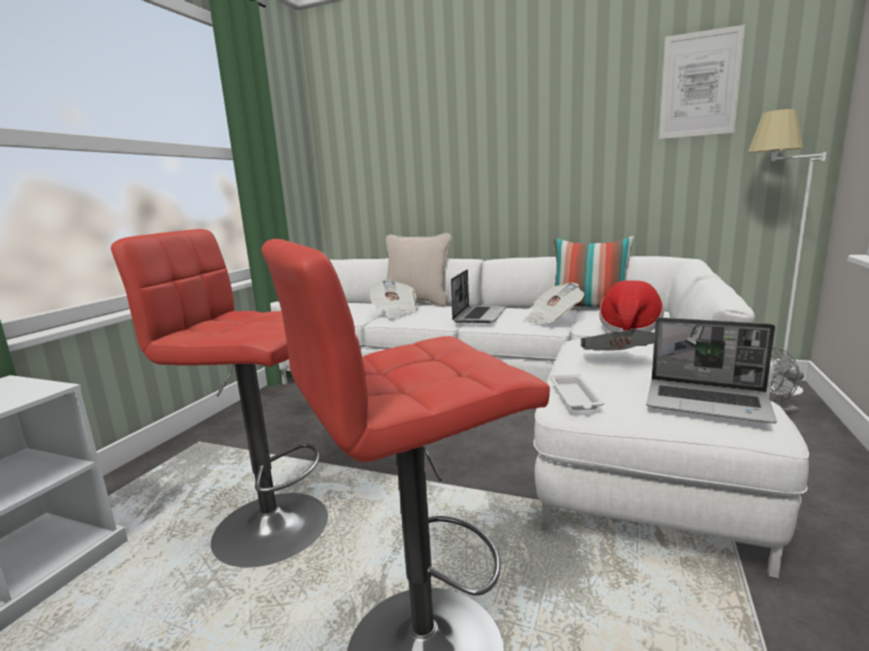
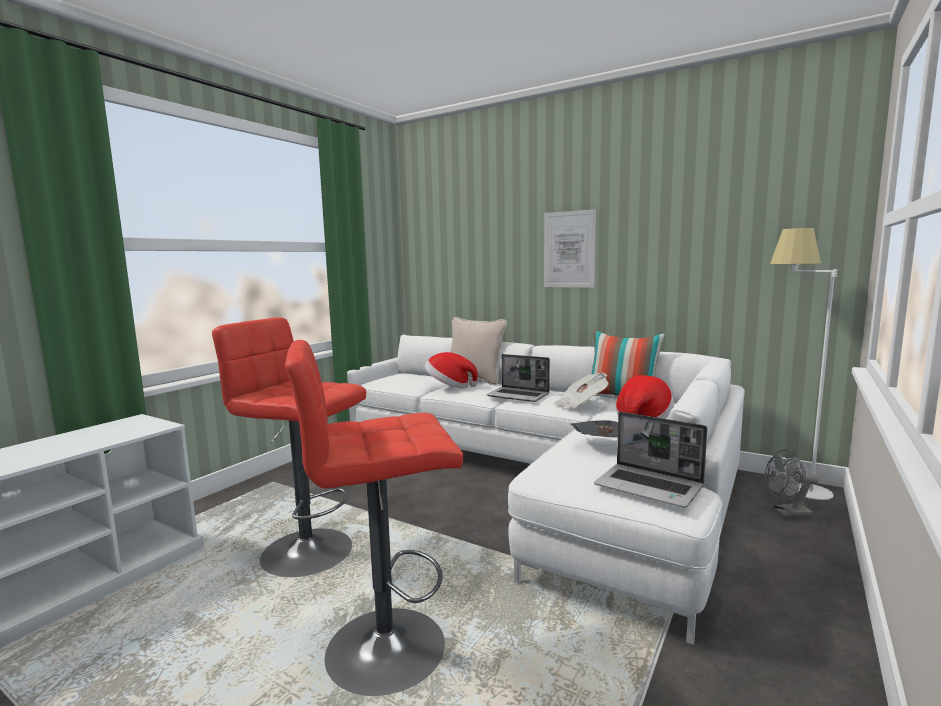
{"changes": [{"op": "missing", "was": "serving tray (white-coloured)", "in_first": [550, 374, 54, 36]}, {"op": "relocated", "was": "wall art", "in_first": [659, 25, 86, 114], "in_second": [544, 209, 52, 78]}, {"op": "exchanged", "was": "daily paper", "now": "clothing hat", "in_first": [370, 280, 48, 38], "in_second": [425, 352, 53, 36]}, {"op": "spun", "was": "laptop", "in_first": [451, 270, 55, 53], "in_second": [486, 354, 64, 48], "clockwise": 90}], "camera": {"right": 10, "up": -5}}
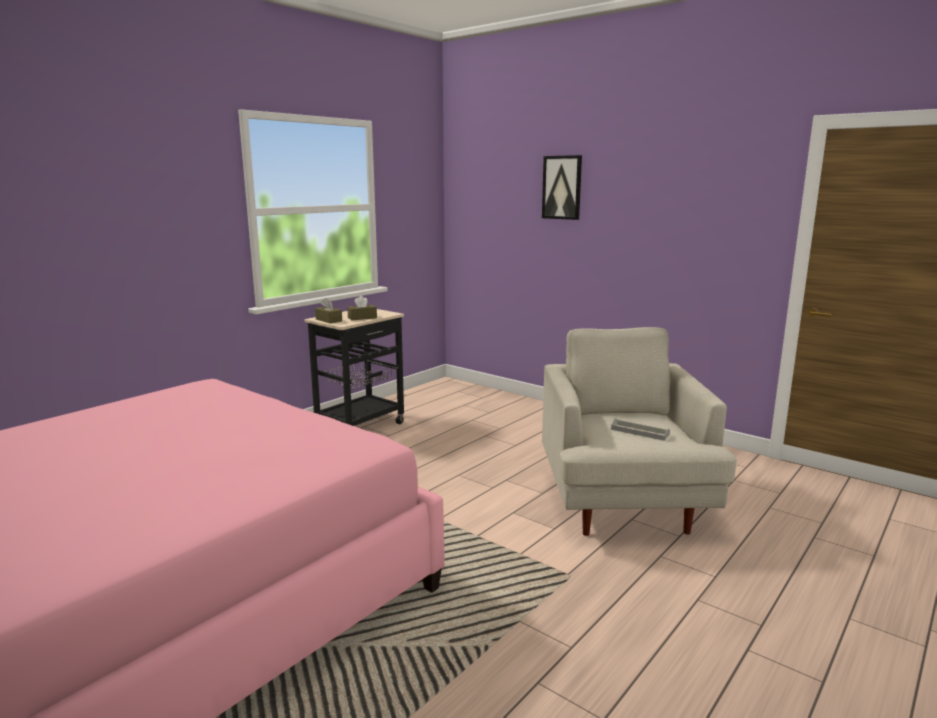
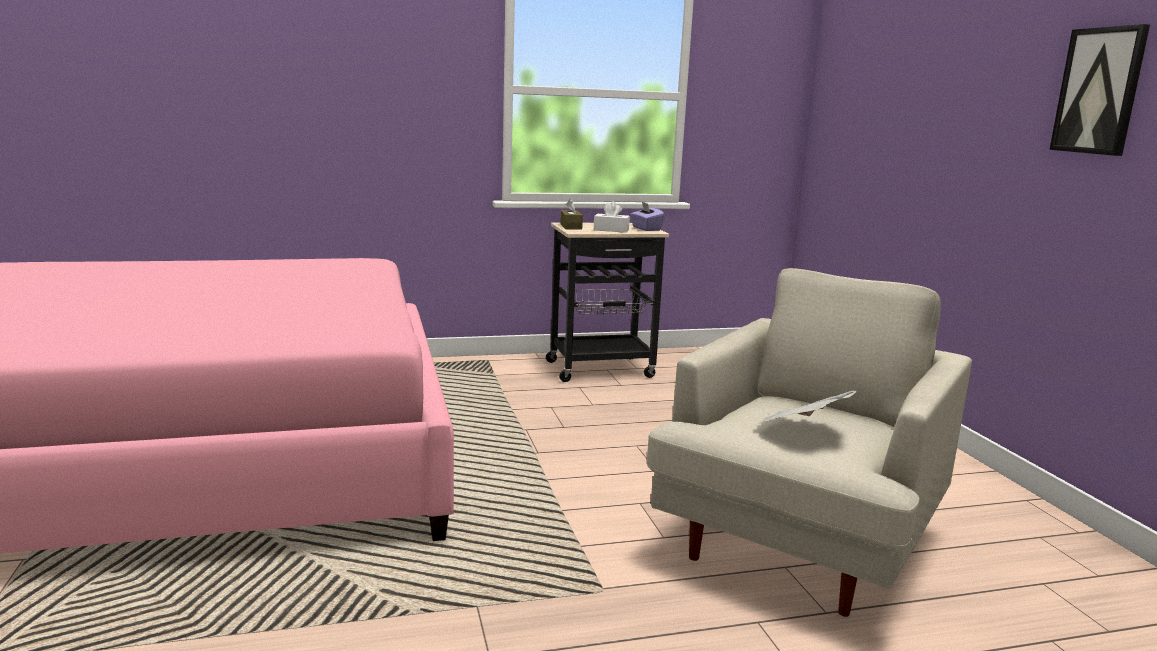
{"changes": [{"op": "appeared", "now": "box of tissues (purple-coloured)", "in_second": [630, 202, 35, 29]}, {"op": "relocated", "was": "wall art", "in_first": [542, 155, 40, 65], "in_second": [1049, 24, 101, 132]}, {"op": "exchanged", "was": "serving tray (greyish)", "now": "daily paper", "in_first": [611, 418, 59, 23], "in_second": [755, 390, 101, 35]}, {"op": "colour", "was": "box of tissues (brown)", "now": "box of tissues (white-coloured)", "in_first": [347, 296, 30, 24], "in_second": [594, 201, 36, 32]}], "camera": {"right": 35, "up": 0}}
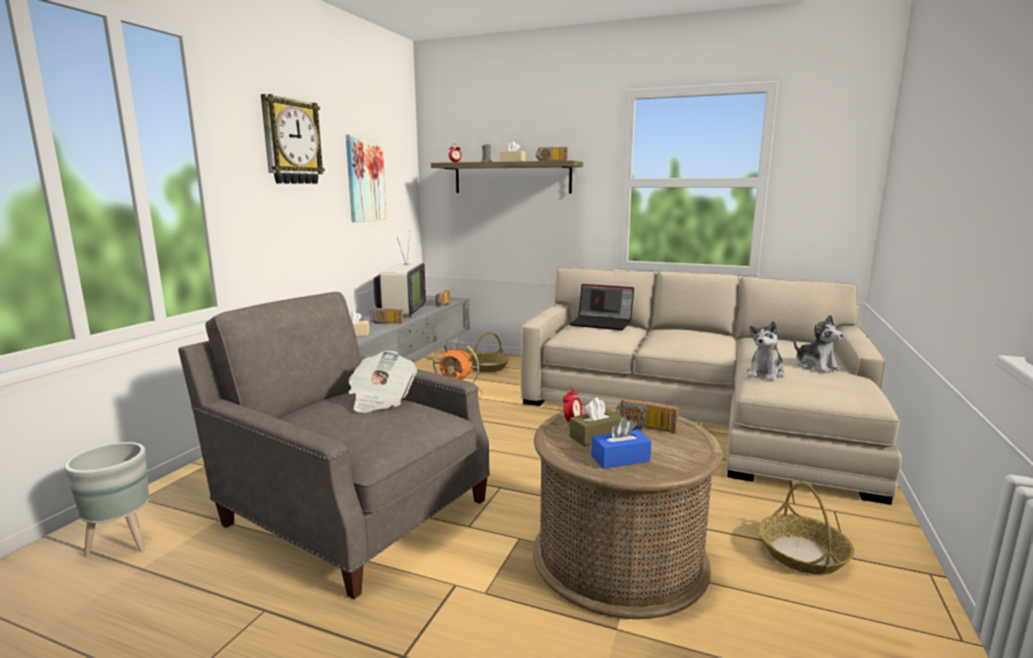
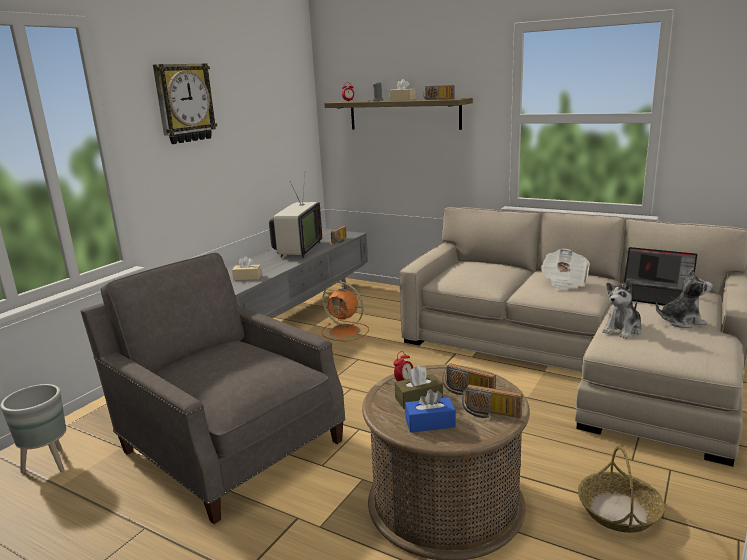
{"changes": [{"op": "missing", "was": "wall art", "in_first": [346, 134, 41, 88]}, {"op": "missing", "was": "household basket", "in_first": [470, 332, 39, 40]}, {"op": "relocated", "was": "daily paper", "in_first": [348, 351, 69, 62], "in_second": [541, 249, 49, 41]}, {"op": "relocated", "was": "radio", "in_first": [371, 308, 32, 16], "in_second": [462, 384, 61, 34]}, {"op": "relocated", "was": "laptop", "in_first": [569, 284, 65, 46], "in_second": [624, 247, 73, 59]}, {"op": "spun", "was": "cuddly toy", "in_first": [794, 315, 50, 58], "in_second": [656, 269, 57, 59], "clockwise": -75}], "camera": {"right": 10, "up": 5}}
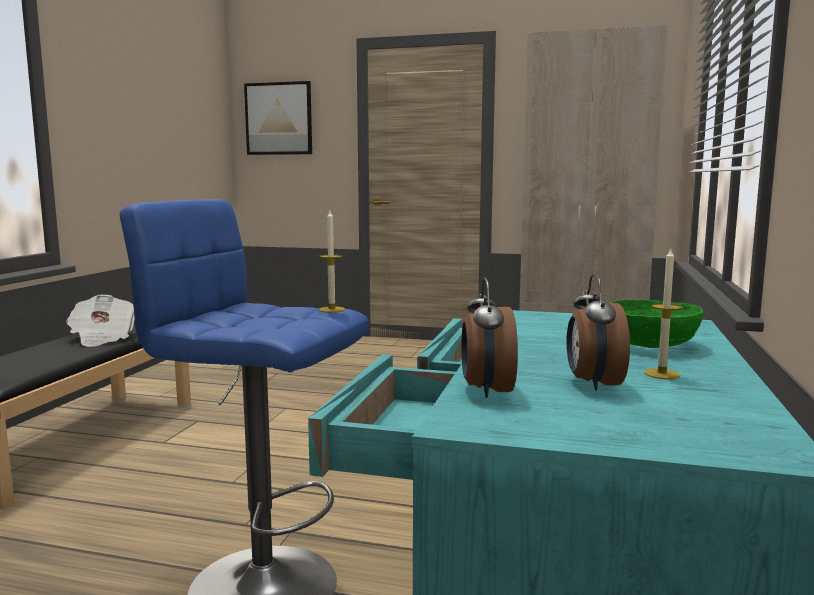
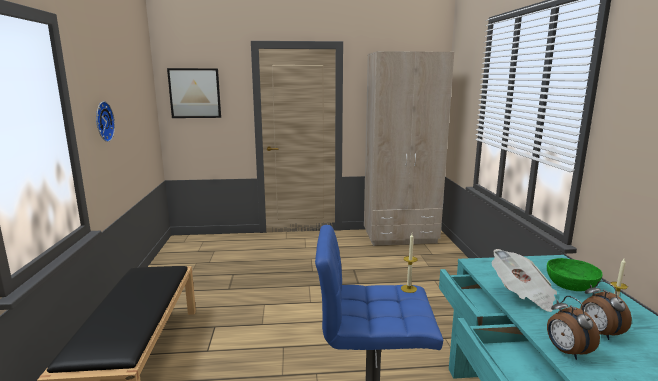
{"changes": [{"op": "appeared", "now": "hanging clock", "in_second": [96, 101, 19, 41]}, {"op": "relocated", "was": "daily paper", "in_first": [66, 295, 69, 52], "in_second": [491, 249, 66, 63]}], "camera": {"right": -20, "up": 5}}
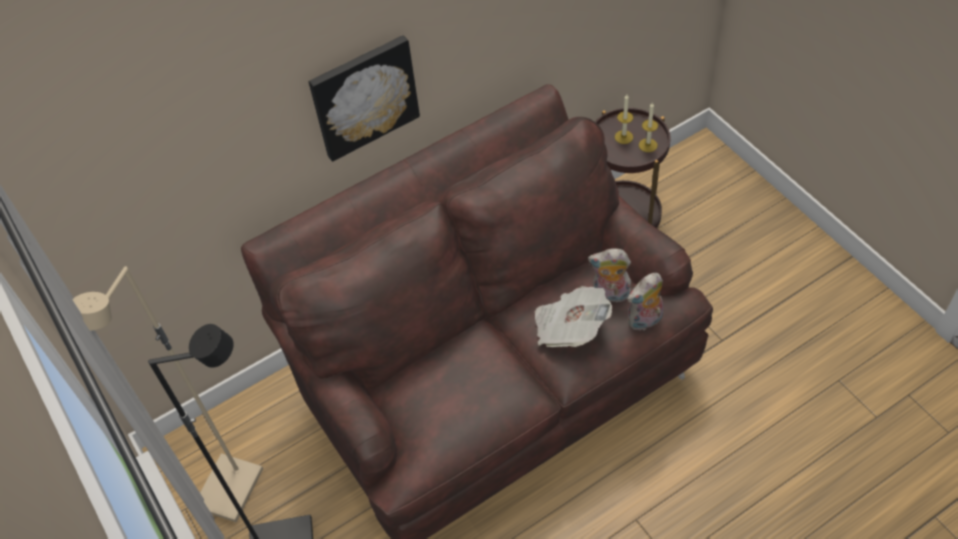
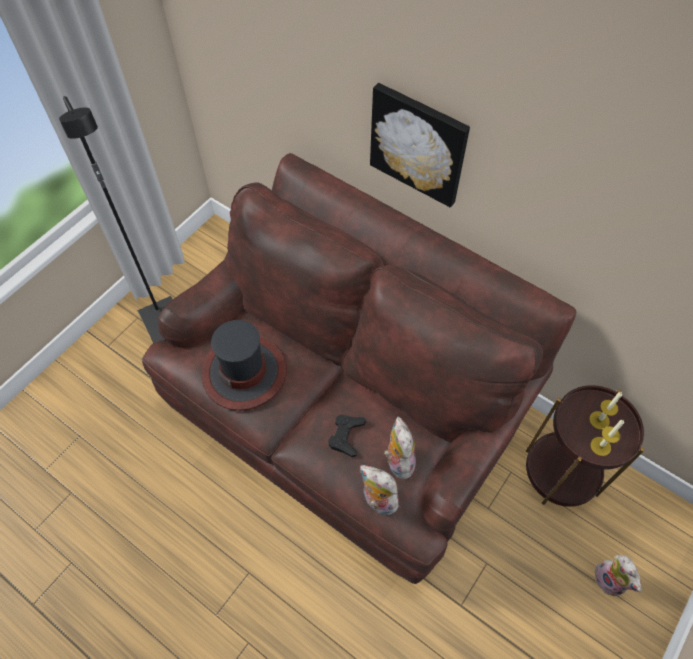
{"changes": [{"op": "missing", "was": "standing lamp (beige)", "in_first": [72, 266, 191, 256]}, {"op": "appeared", "now": "clothing hat", "in_second": [202, 320, 85, 91]}, {"op": "appeared", "now": "cuddly toy", "in_second": [595, 555, 46, 41]}, {"op": "exchanged", "was": "daily paper", "now": "joypad (black-coloured)", "in_first": [535, 286, 77, 61], "in_second": [328, 415, 39, 42]}], "camera": {"right": 65, "up": 5}}
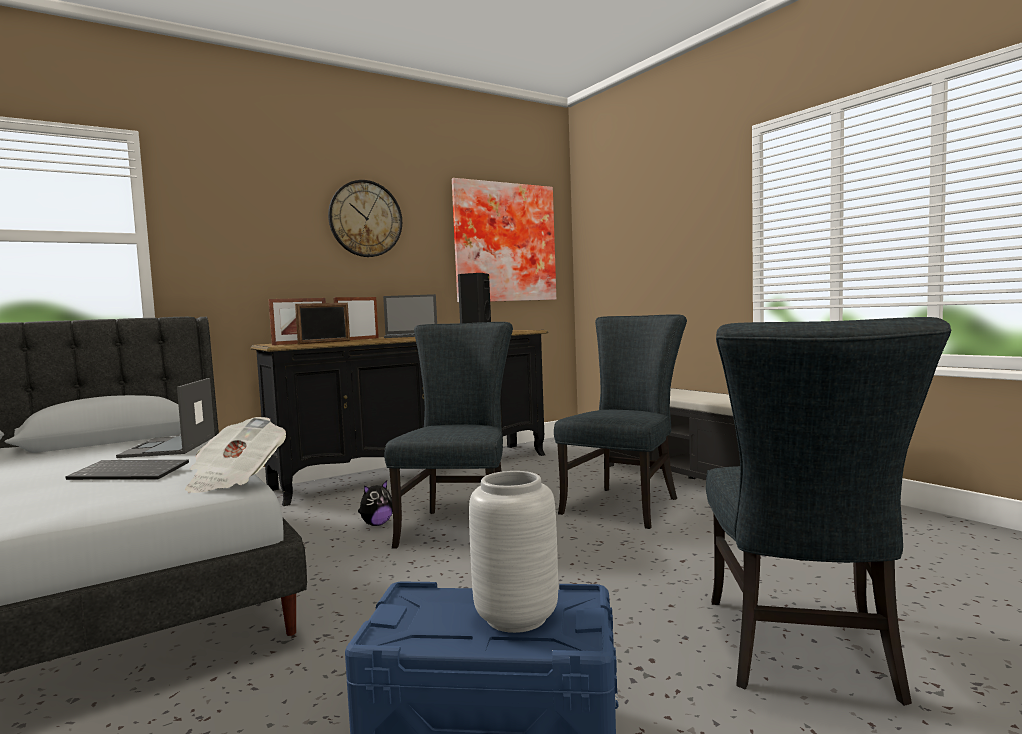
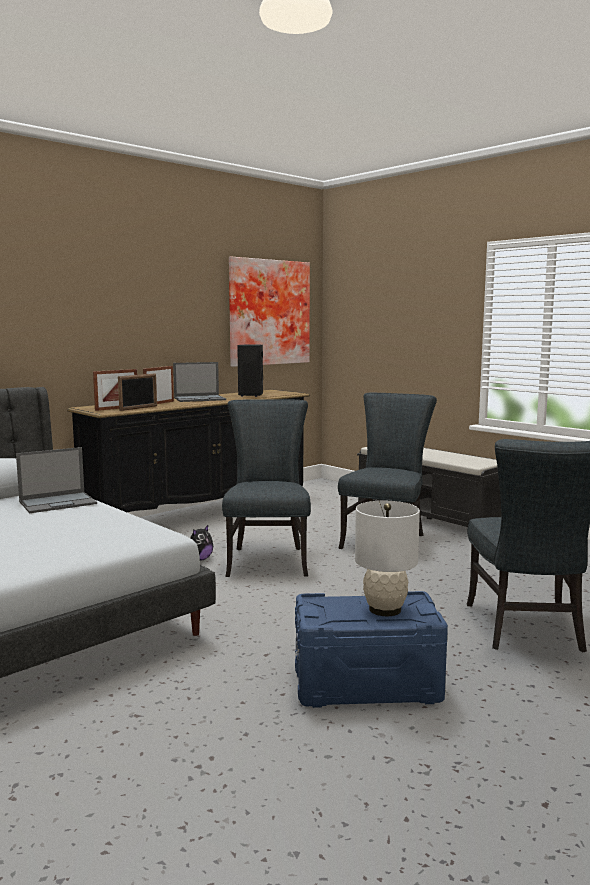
{"changes": [{"op": "missing", "was": "computer keyboard", "in_first": [65, 460, 124, 20]}, {"op": "missing", "was": "daily paper", "in_first": [185, 417, 101, 76]}, {"op": "missing", "was": "hanging clock", "in_first": [328, 180, 74, 77]}, {"op": "exchanged", "was": "flower vase (greyish)", "now": "table lamp (white-coloured)", "in_first": [469, 471, 89, 162], "in_second": [355, 501, 65, 115]}, {"op": "spun", "was": "laptop", "in_first": [116, 378, 99, 80], "in_second": [16, 447, 81, 66], "clockwise": -105}], "camera": {"right": -10, "up": 5}}
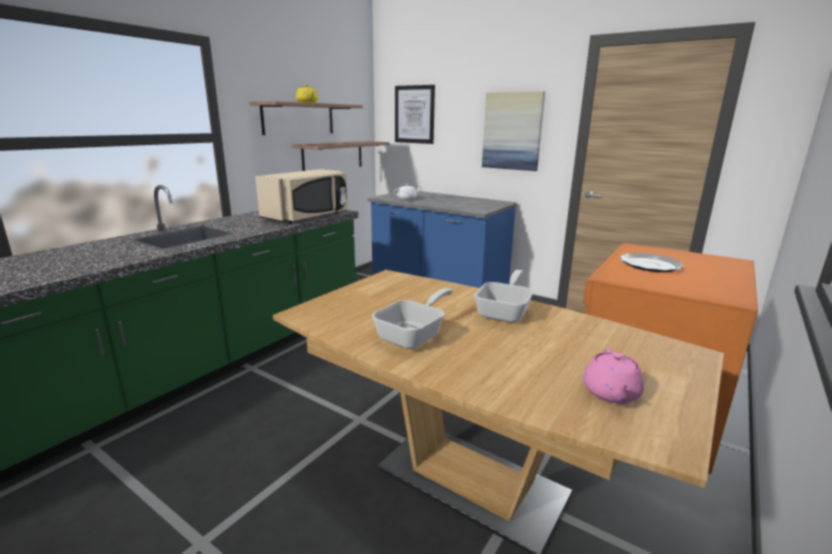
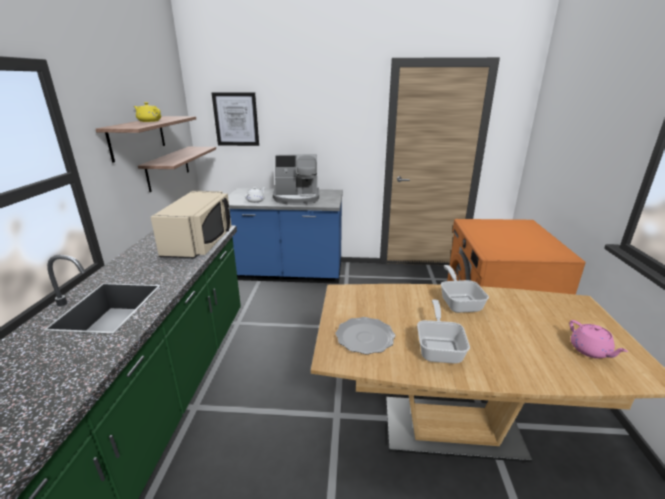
{"changes": [{"op": "missing", "was": "wall art", "in_first": [482, 91, 63, 80]}, {"op": "appeared", "now": "coffee machine", "in_second": [273, 154, 46, 51]}, {"op": "relocated", "was": "flat dish", "in_first": [620, 253, 64, 19], "in_second": [335, 317, 60, 37]}], "camera": {"right": -30, "up": 5}}
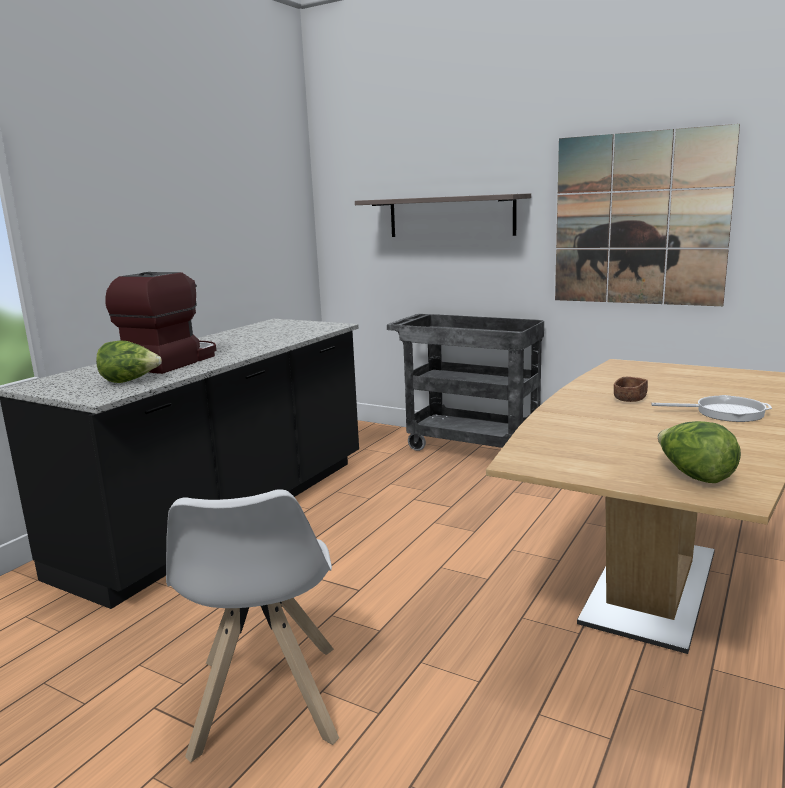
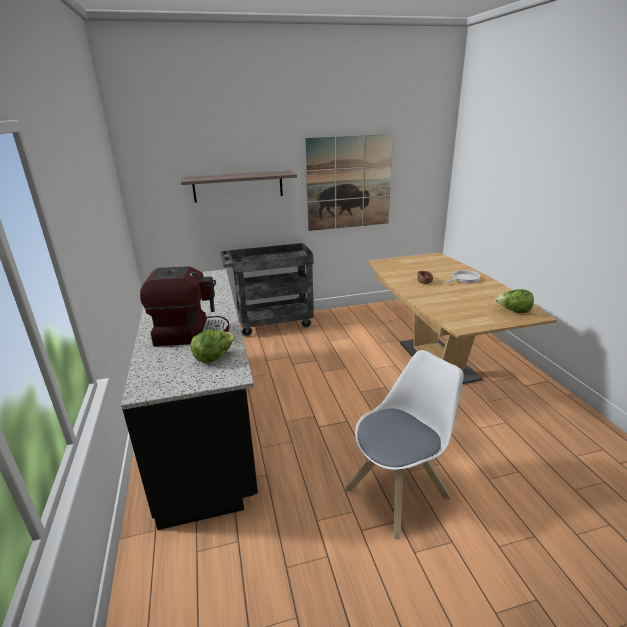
{"changes": [{"op": "spun", "was": "coffee machine", "in_first": [105, 272, 111, 102], "in_second": [140, 266, 90, 80], "clockwise": 105}, {"op": "spun", "was": "chair", "in_first": [166, 489, 173, 274], "in_second": [344, 350, 120, 190], "clockwise": -75}], "camera": {"right": -45, "up": 10}}
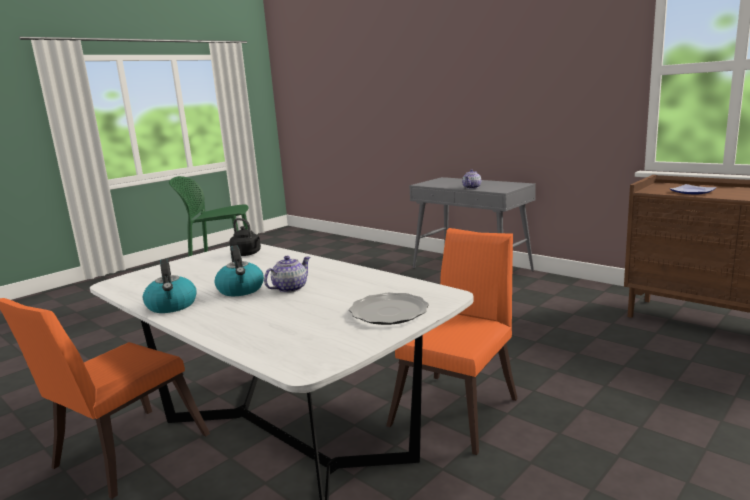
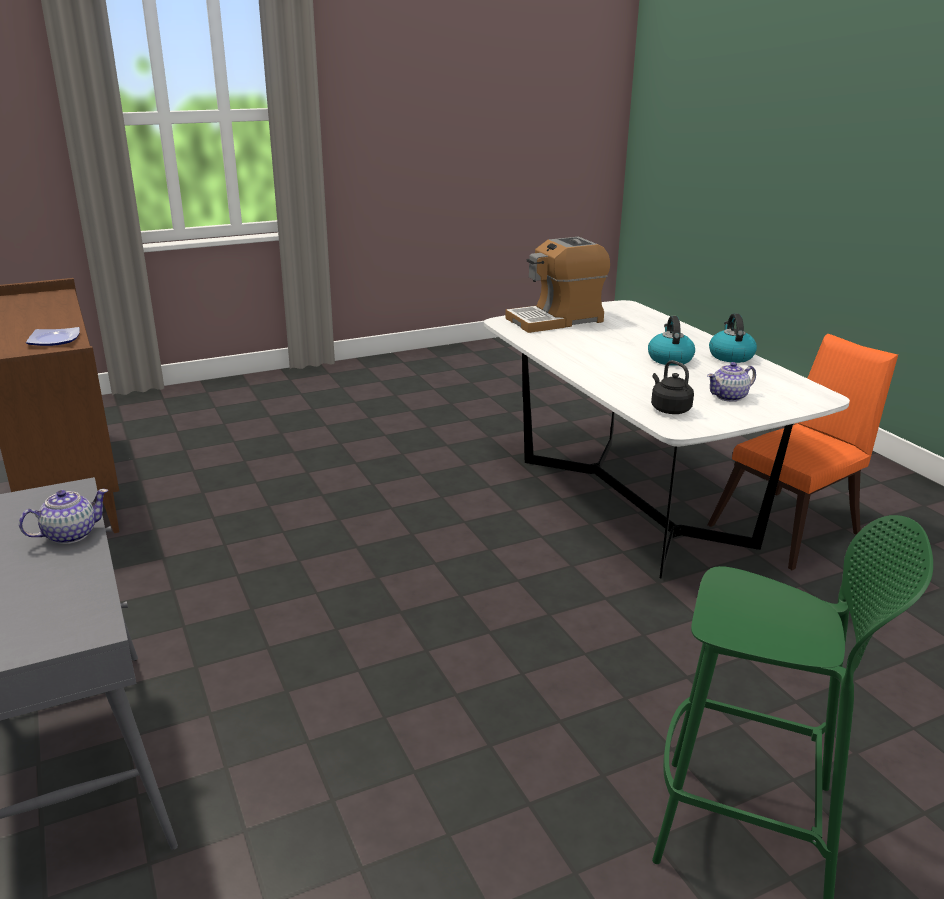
{"changes": [{"op": "missing", "was": "chair (orange-coloured)", "in_first": [386, 228, 132, 227]}, {"op": "relocated", "was": "tea pot", "in_first": [264, 256, 46, 37], "in_second": [707, 362, 49, 40]}, {"op": "exchanged", "was": "flat dish", "now": "coffee machine", "in_first": [349, 293, 80, 32], "in_second": [505, 237, 105, 96]}], "camera": {"right": -160, "up": 10}}
